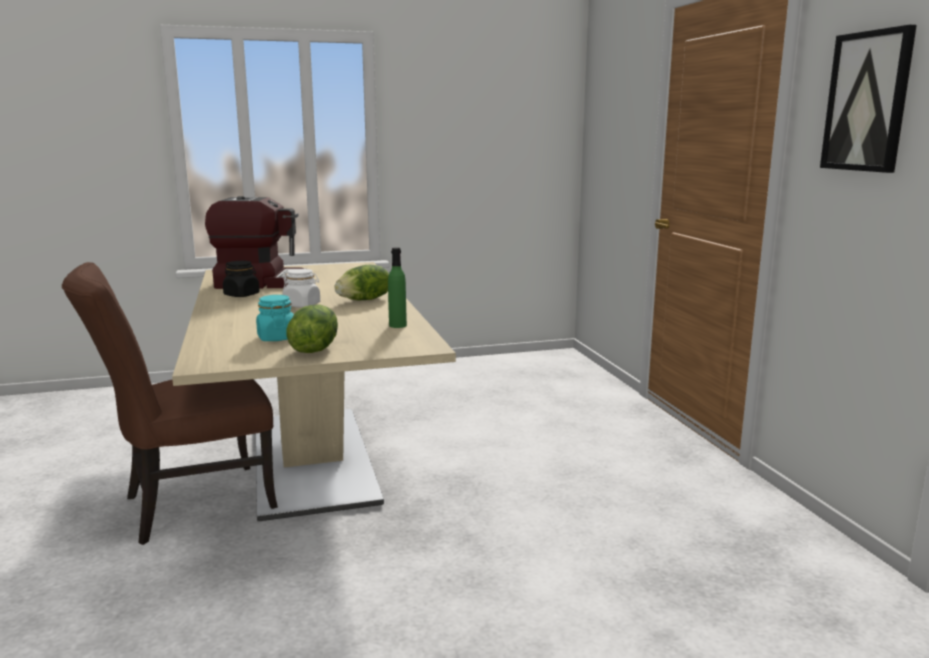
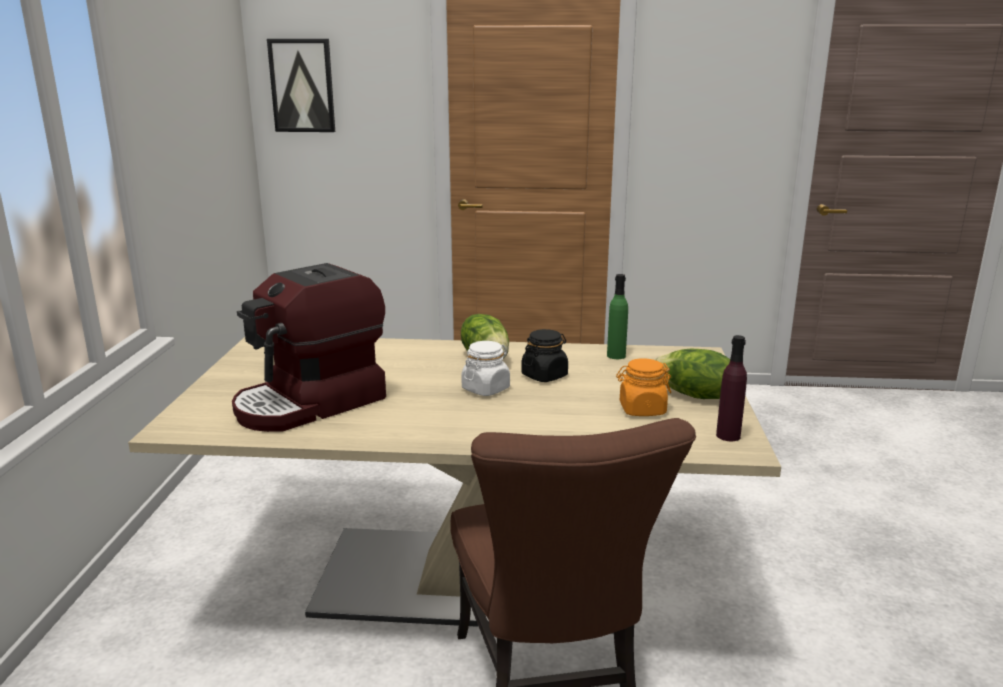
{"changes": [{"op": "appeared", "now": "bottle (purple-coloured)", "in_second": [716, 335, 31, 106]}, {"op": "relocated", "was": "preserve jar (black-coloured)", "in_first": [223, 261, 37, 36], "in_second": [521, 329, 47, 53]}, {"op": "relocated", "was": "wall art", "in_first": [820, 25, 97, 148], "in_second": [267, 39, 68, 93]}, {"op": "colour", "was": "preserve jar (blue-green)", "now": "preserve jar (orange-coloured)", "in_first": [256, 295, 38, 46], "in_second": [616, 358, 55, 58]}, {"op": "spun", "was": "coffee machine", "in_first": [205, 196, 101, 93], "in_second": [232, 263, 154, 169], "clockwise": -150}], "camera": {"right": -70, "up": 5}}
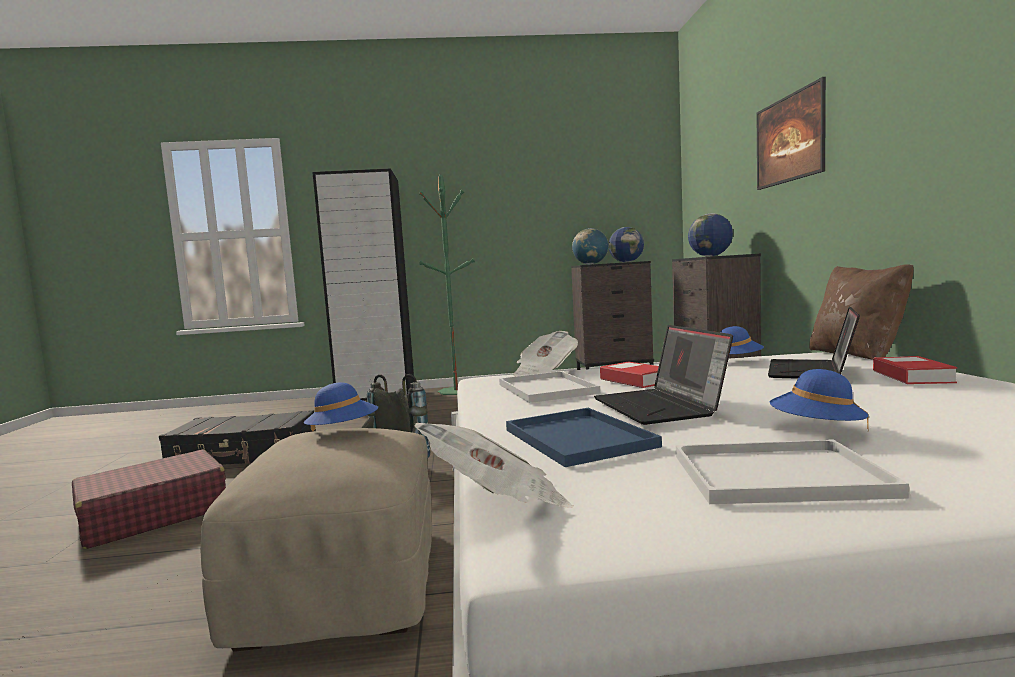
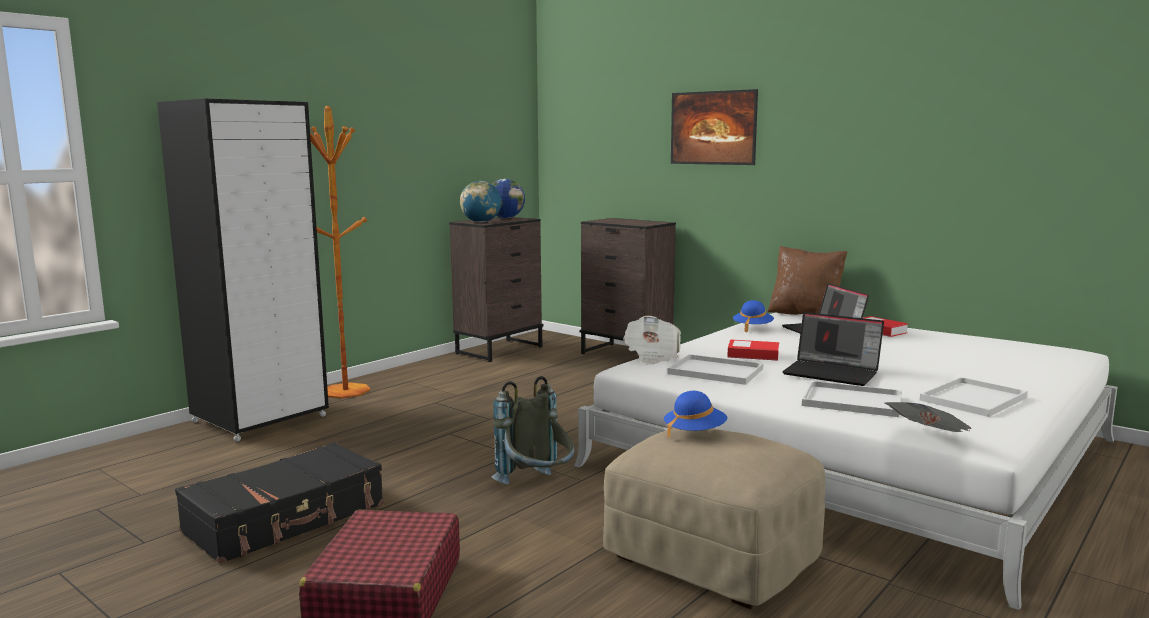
{"changes": [{"op": "missing", "was": "globe", "in_first": [688, 213, 45, 44]}, {"op": "missing", "was": "clothing hat (bluish)", "in_first": [770, 369, 99, 60]}, {"op": "colour", "was": "clothes rack (green)", "now": "clothes rack (orange-coloured)", "in_first": [419, 175, 56, 220], "in_second": [310, 106, 61, 293]}, {"op": "colour", "was": "serving tray (bluish)", "now": "serving tray (white-coloured)", "in_first": [506, 408, 156, 59], "in_second": [802, 381, 100, 36]}], "camera": {"right": -45, "up": 5}}
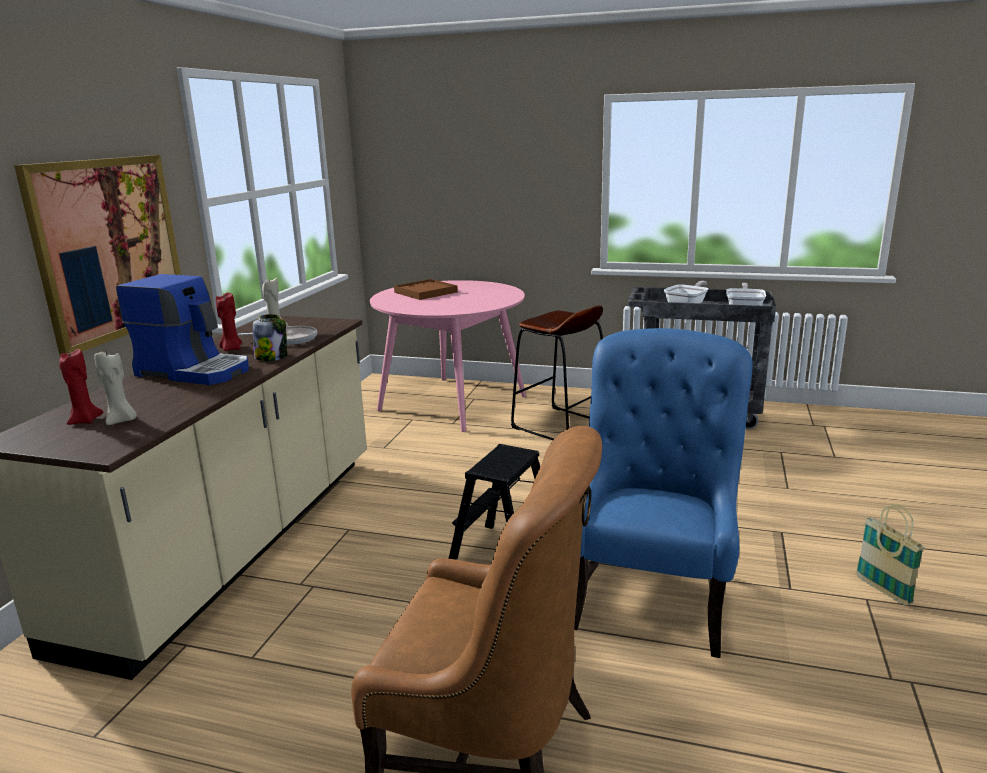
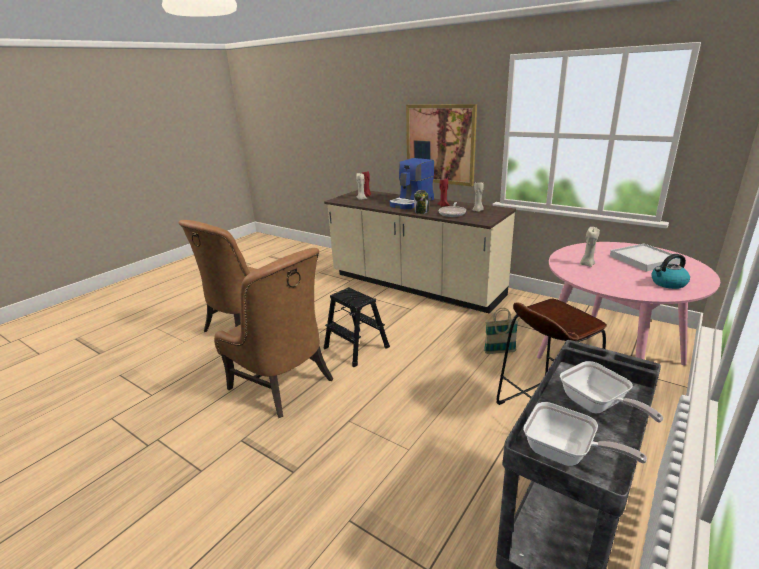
{"changes": [{"op": "appeared", "now": "wax candle (beige)", "in_second": [580, 227, 20, 40]}, {"op": "appeared", "now": "water kettle", "in_second": [651, 254, 39, 35]}, {"op": "relocated", "was": "household basket", "in_first": [856, 504, 69, 102], "in_second": [484, 308, 34, 46]}, {"op": "colour", "was": "serving tray (brown)", "now": "serving tray (white-coloured)", "in_first": [394, 279, 64, 21], "in_second": [610, 244, 70, 28]}, {"op": "colour", "was": "chair (bluish)", "now": "chair (brown)", "in_first": [574, 328, 179, 330], "in_second": [214, 248, 119, 170]}], "camera": {"right": 110, "up": 5}}
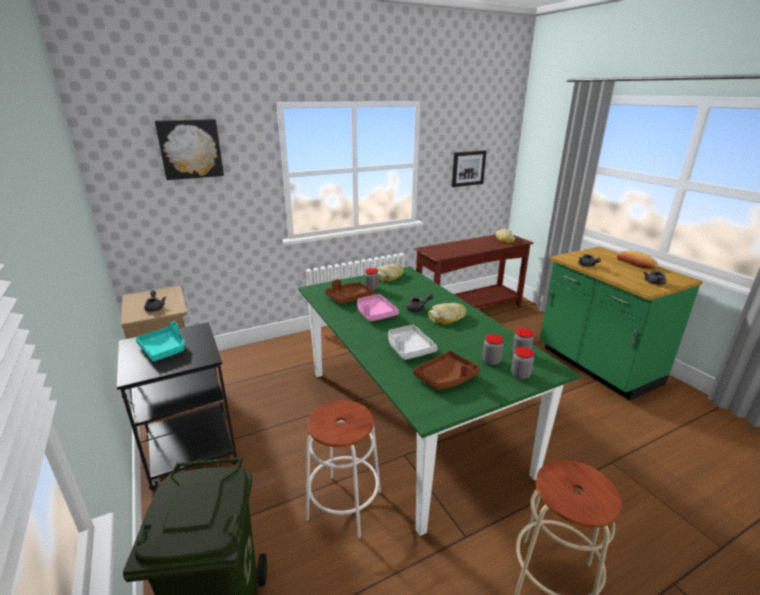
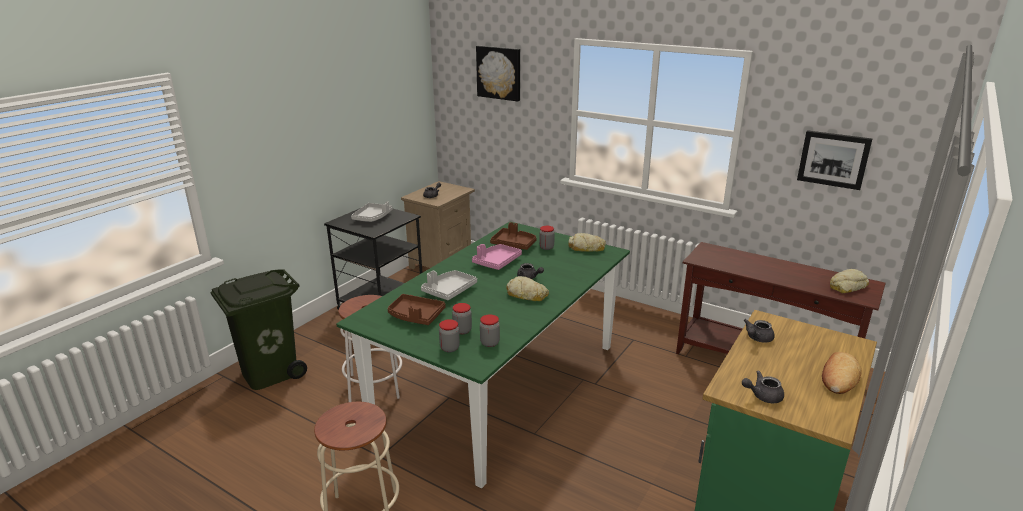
{"changes": [{"op": "colour", "was": "serving tray (blue-green)", "now": "serving tray (greyish)", "in_first": [136, 322, 49, 40], "in_second": [351, 202, 42, 20]}], "camera": {"right": 60, "up": 0}}
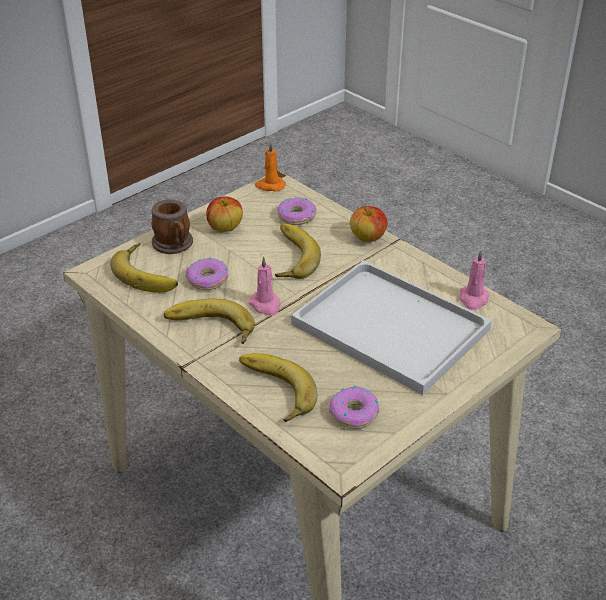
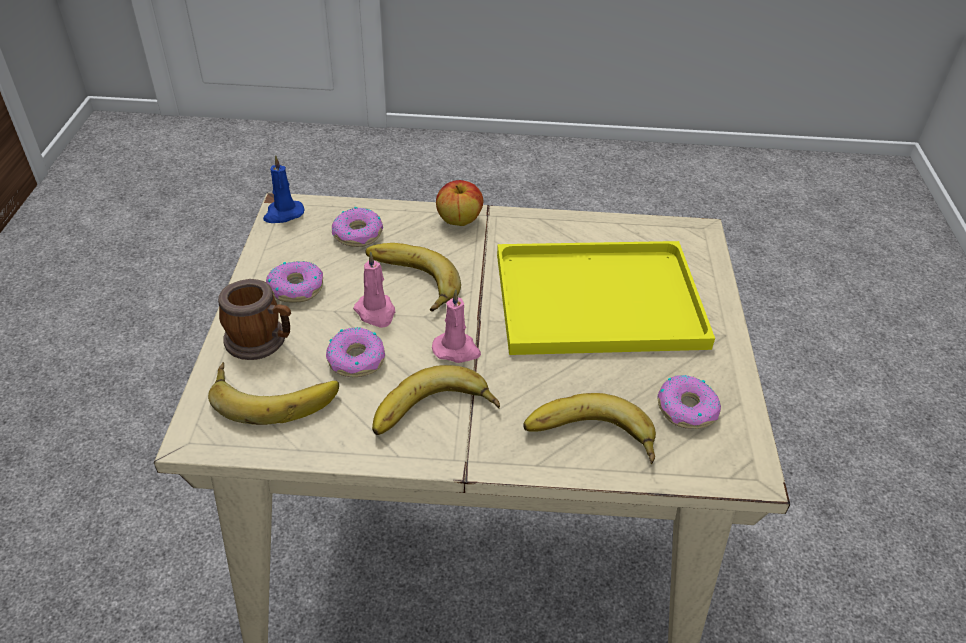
{"changes": [{"op": "relocated", "was": "wax candle (pinkish)", "in_first": [459, 250, 31, 60], "in_second": [353, 252, 42, 76]}, {"op": "exchanged", "was": "apple fruit", "now": "ring doughnut", "in_first": [206, 197, 37, 35], "in_second": [266, 261, 57, 41]}, {"op": "colour", "was": "wax candle (orange-coloured)", "now": "wax candle (bluish)", "in_first": [255, 141, 31, 50], "in_second": [263, 155, 42, 68]}, {"op": "colour", "was": "serving tray (white-coloured)", "now": "serving tray (yellow)", "in_first": [291, 260, 201, 135], "in_second": [497, 241, 218, 114]}], "camera": {"right": -45, "up": 5}}
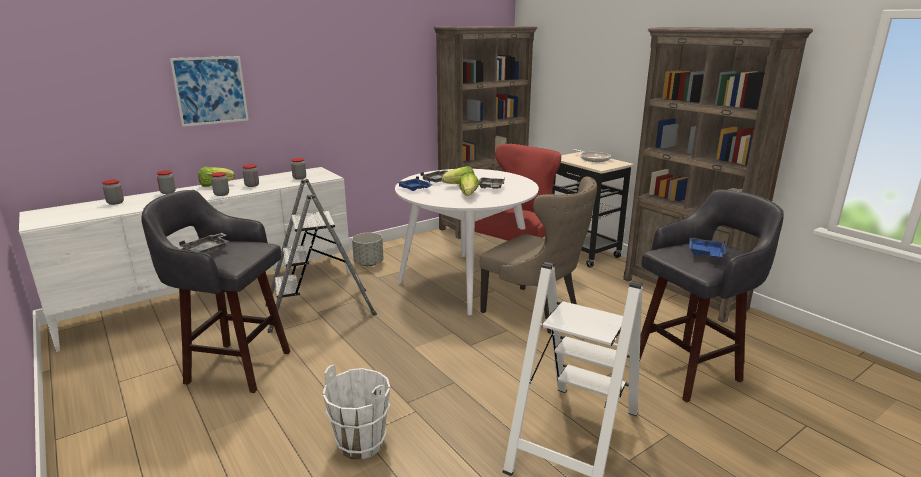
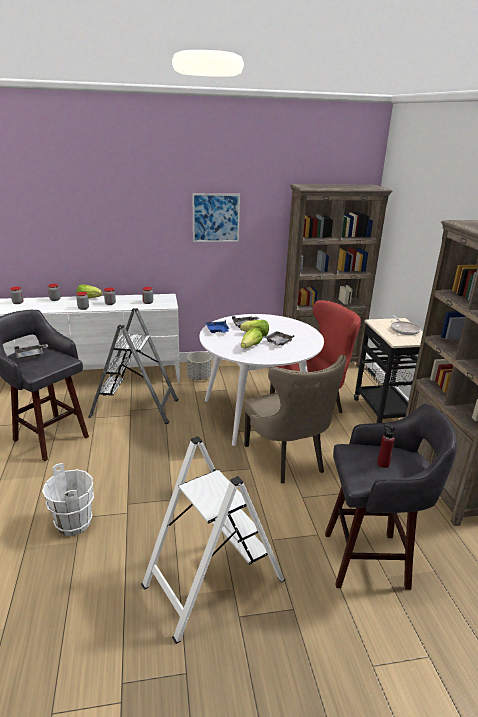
{"changes": [{"op": "relocated", "was": "wall art", "in_first": [170, 56, 78, 71], "in_second": [192, 194, 48, 48]}, {"op": "exchanged", "was": "serving tray (bluish)", "now": "bottle (red-coloured)", "in_first": [689, 237, 37, 21], "in_second": [377, 425, 18, 43]}], "camera": {"right": 25, "up": 5}}
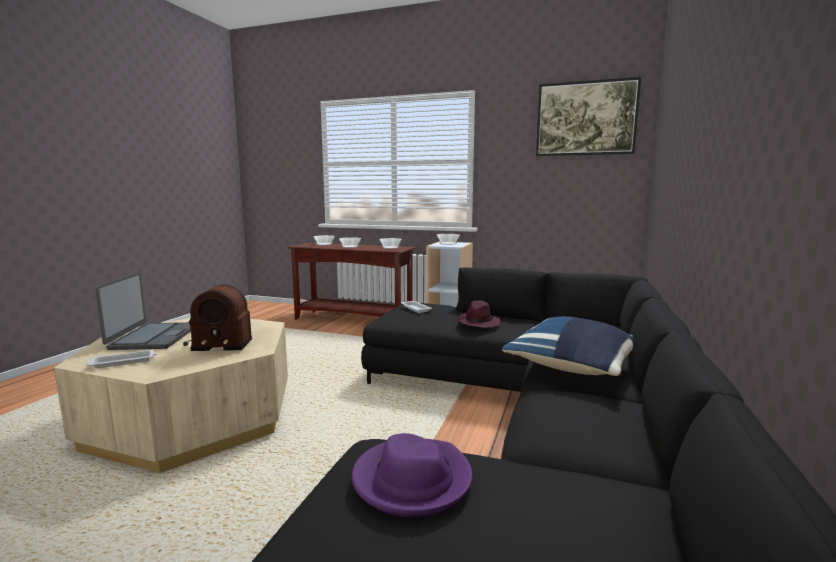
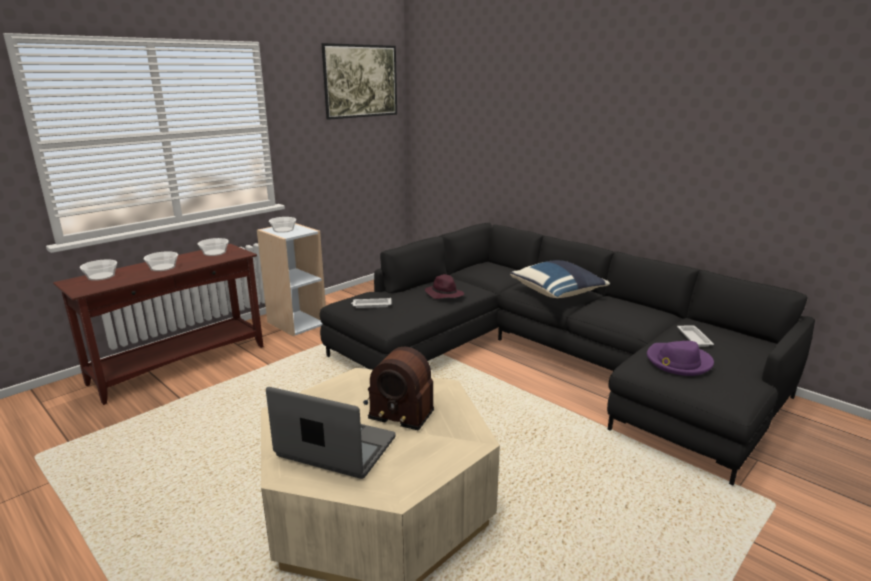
{"changes": [{"op": "relocated", "was": "serving tray (white-coloured)", "in_first": [87, 350, 70, 18], "in_second": [677, 325, 37, 22]}, {"op": "spun", "was": "radio", "in_first": [183, 284, 69, 67], "in_second": [363, 347, 71, 84], "clockwise": 90}], "camera": {"right": -65, "up": 10}}
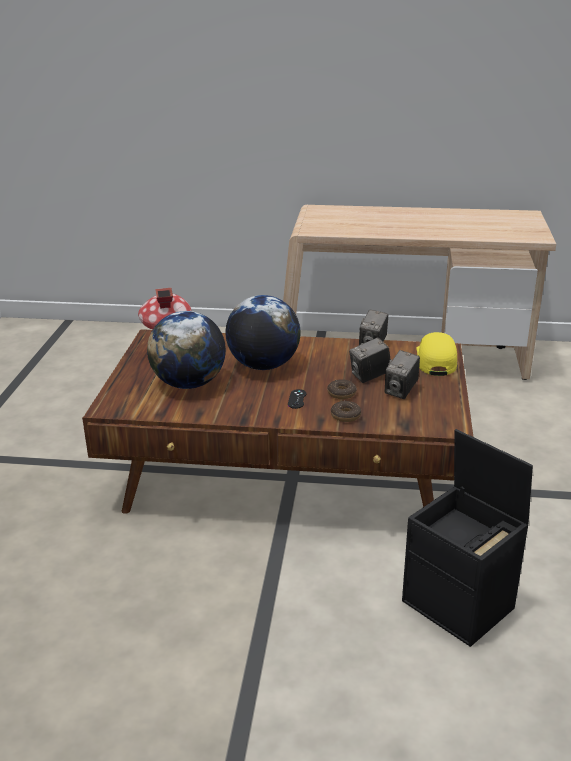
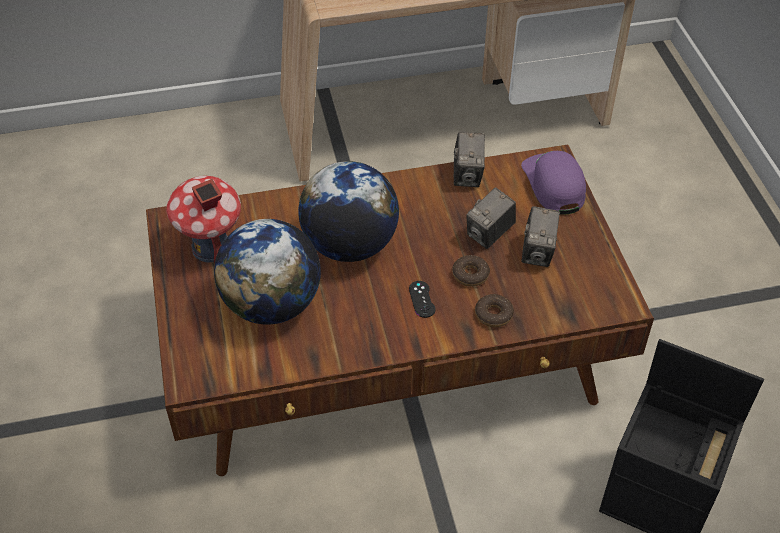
{"changes": [{"op": "colour", "was": "cap (yellow)", "now": "cap (purple-coloured)", "in_first": [416, 332, 41, 44], "in_second": [521, 151, 65, 64]}], "camera": {"right": -20, "up": 20}}
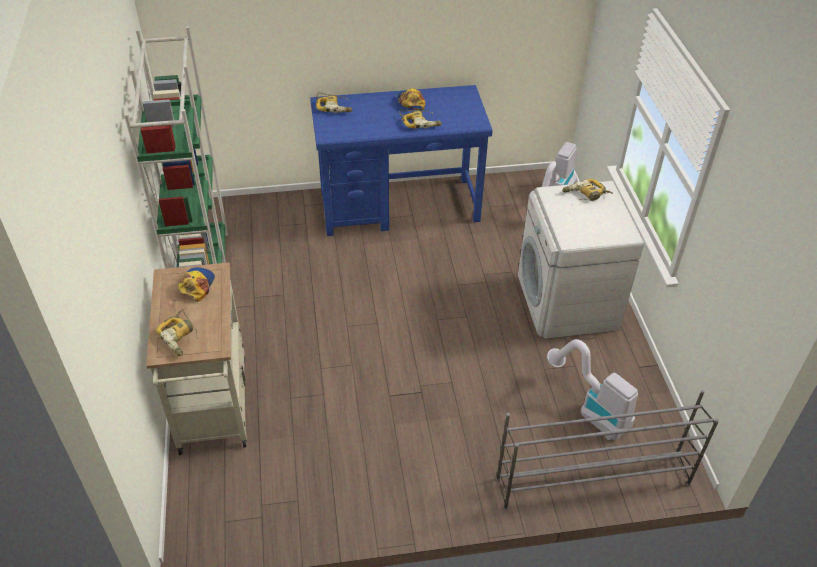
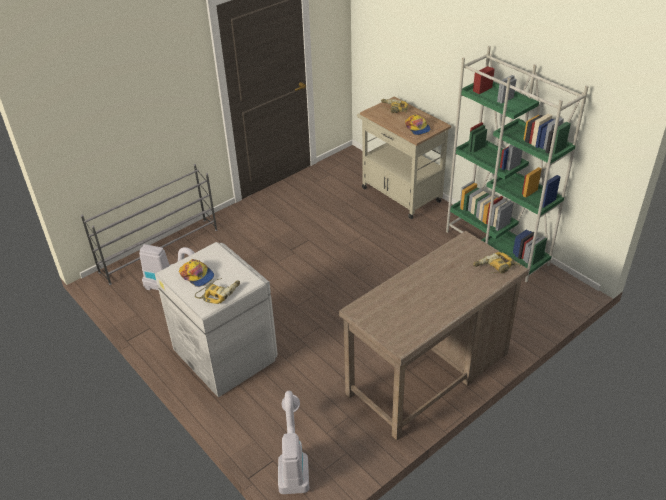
{"changes": [{"op": "missing", "was": "power drill", "in_first": [399, 110, 43, 19]}, {"op": "relocated", "was": "cap", "in_first": [397, 88, 28, 22], "in_second": [179, 259, 35, 28]}, {"op": "colour", "was": "desk (bluish)", "now": "desk (brown)", "in_first": [310, 85, 182, 151], "in_second": [339, 231, 190, 209]}], "camera": {"right": 150, "up": -5}}
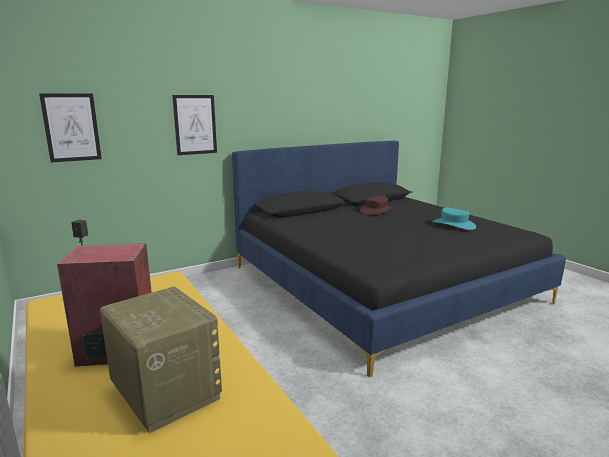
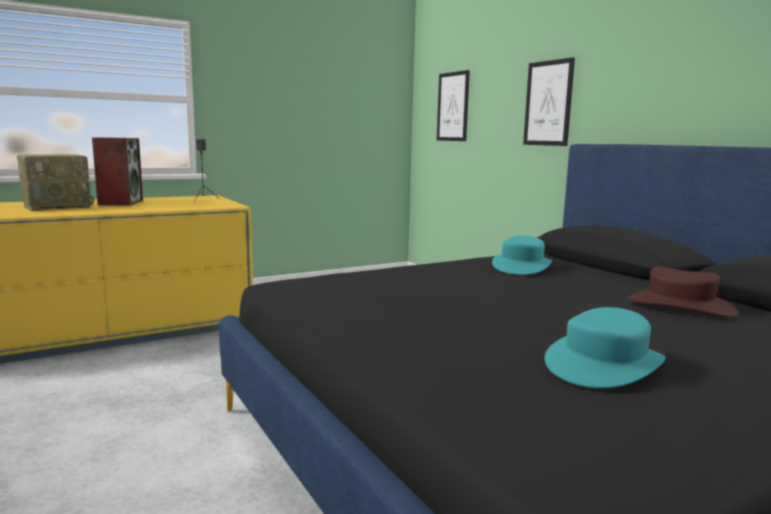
{"changes": [{"op": "appeared", "now": "clothing hat (blue-green)", "in_second": [492, 236, 60, 39]}], "camera": {"right": 90, "up": -5}}
